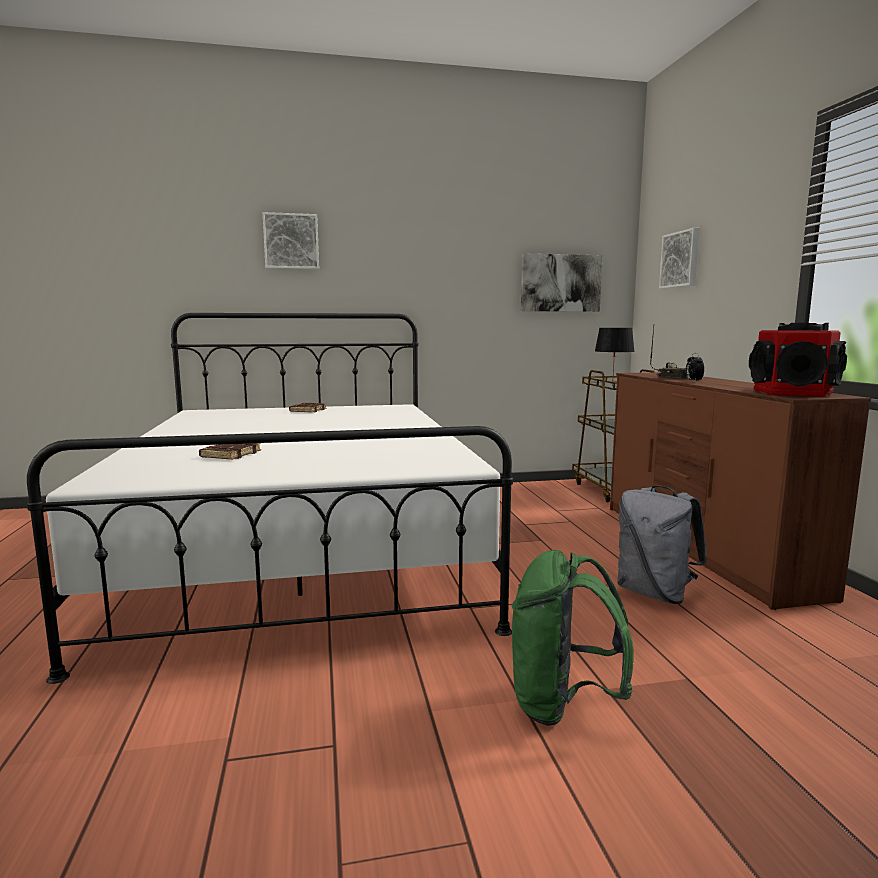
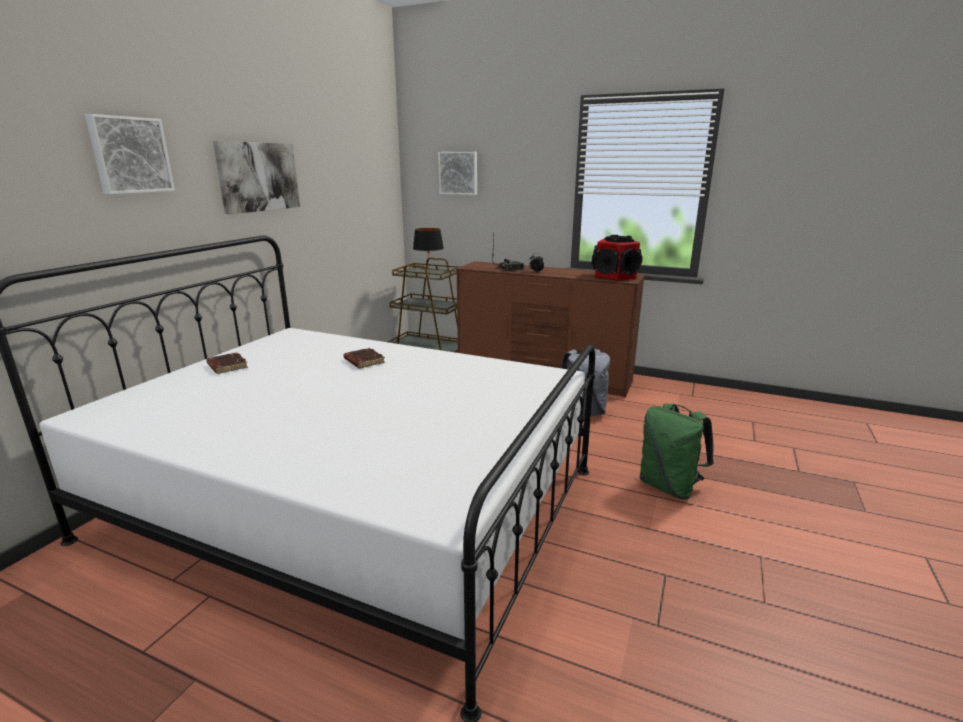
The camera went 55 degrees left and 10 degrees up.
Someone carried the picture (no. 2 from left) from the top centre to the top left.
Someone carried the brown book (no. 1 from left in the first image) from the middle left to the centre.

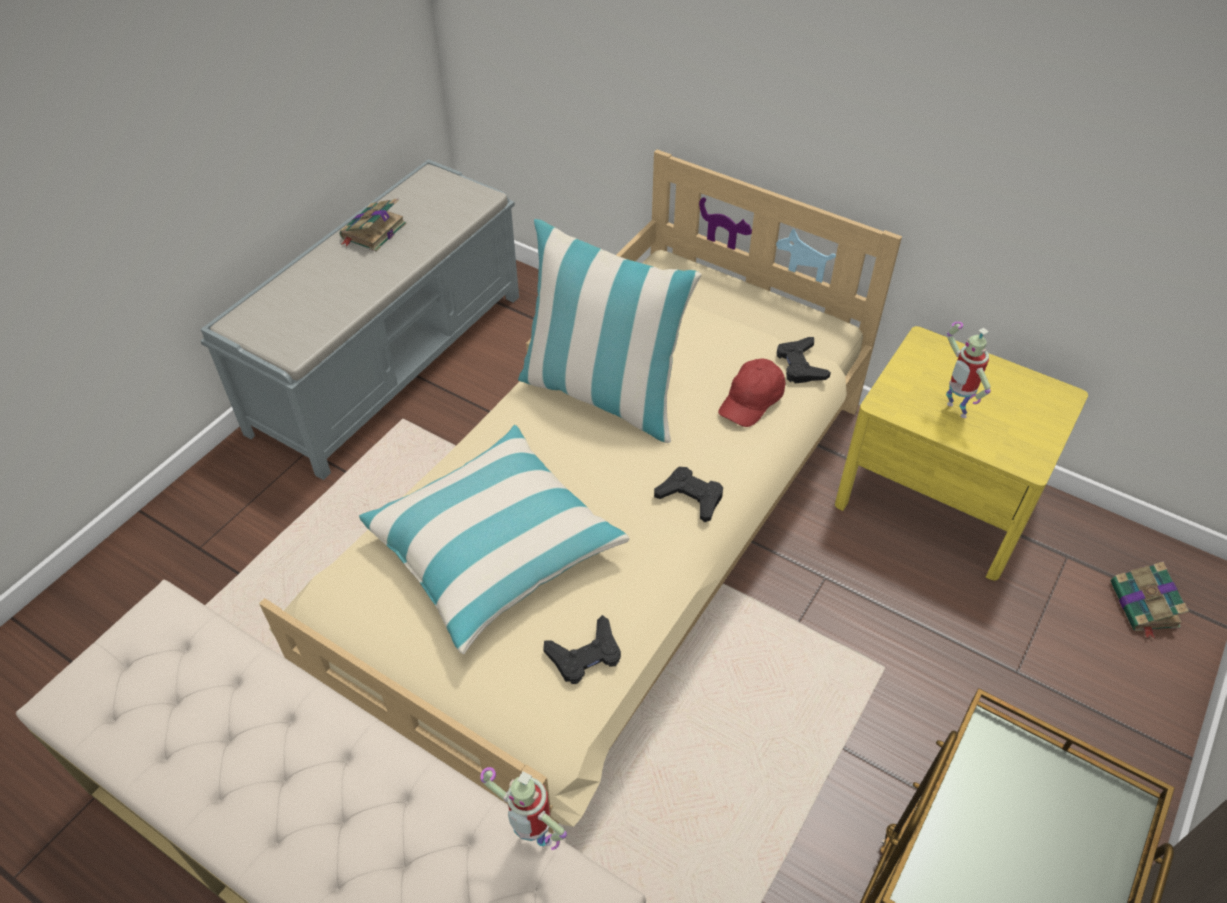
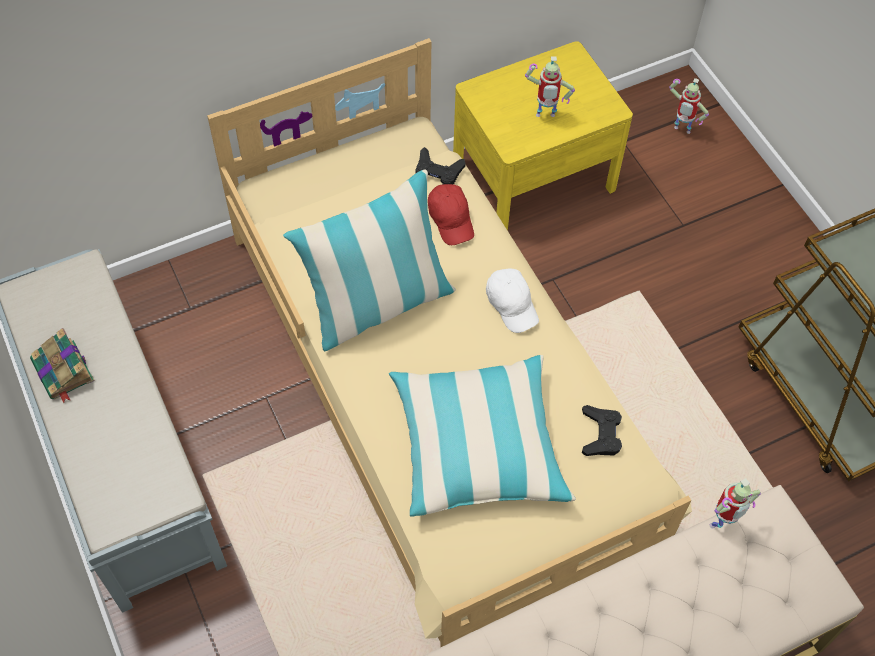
The camera went 60 degrees left and 10 degrees up.
Someone swapped the black game controller (no. 2 from left) at the centre for the white cap at the centre.
Someone swapped the book (no. 2 from left) at the middle right for the toy robot (no. 2 from left) at the top right.

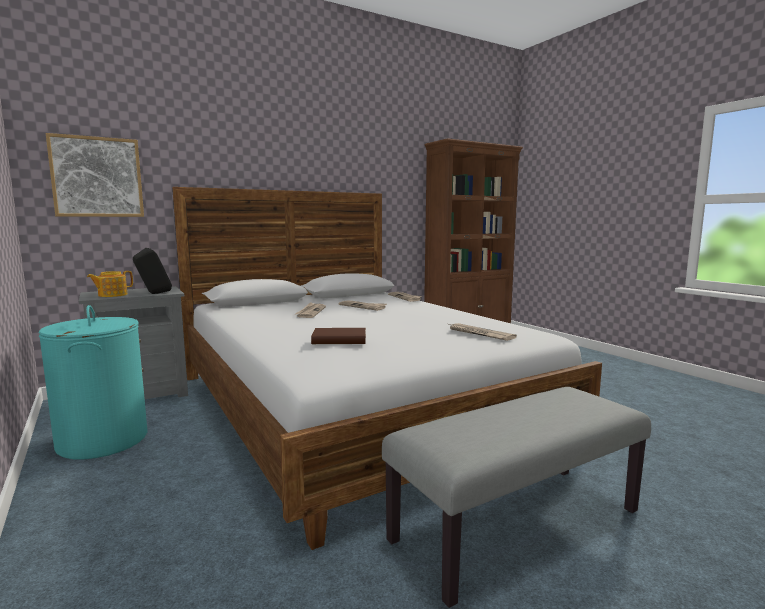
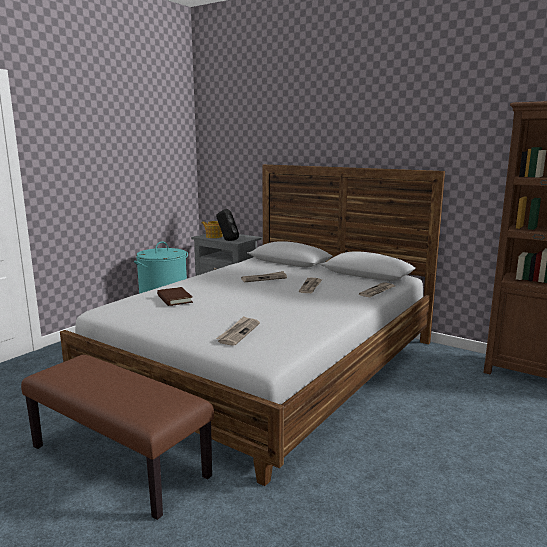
The camera went 65 degrees right and 5 degrees up.
Someone repainted the grey bench at the bottom right, which became the brown bench at the bottom left.
Someone took away the picture at the top left.

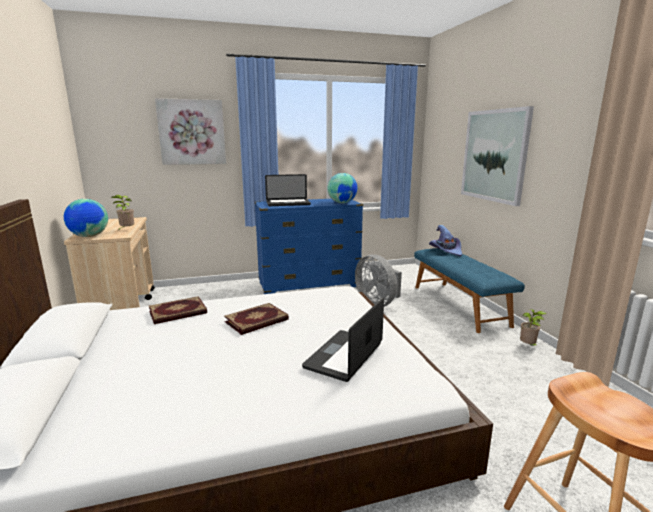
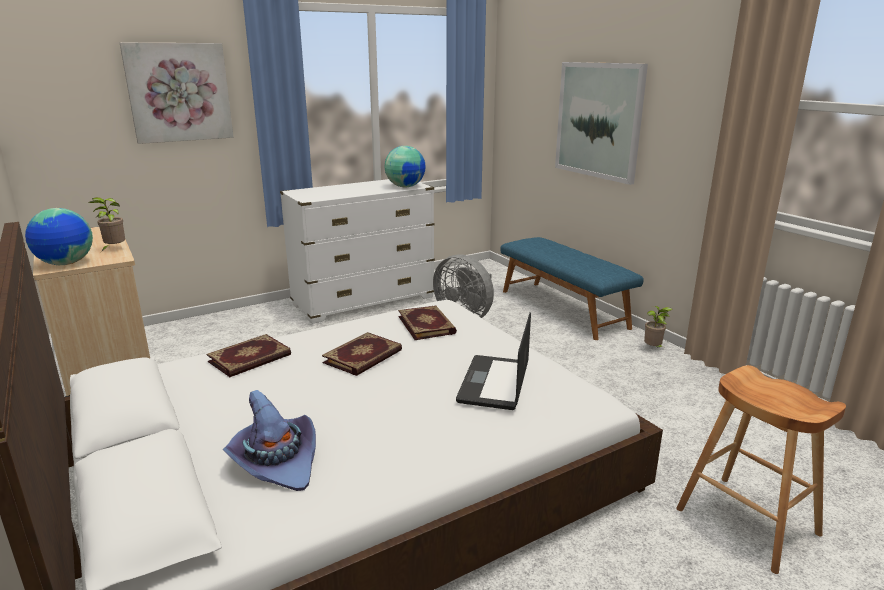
The camera went 15 degrees left and 5 degrees up.
Someone carried the purple hat from the middle right to the bottom left.
Someone repainted the blue dresser at the centre, which became the white dresser at the centre.
Someone put down the book (no. 3 from left) at the centre.
Someone took away the laptop (no. 1 from left) at the centre.

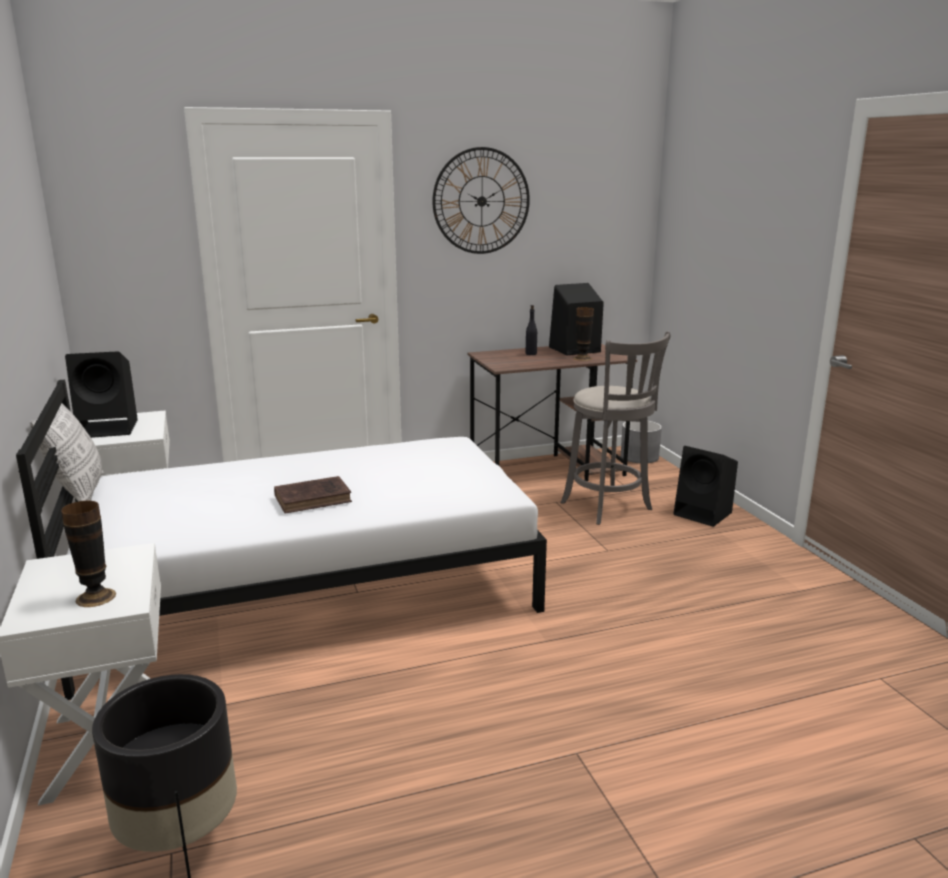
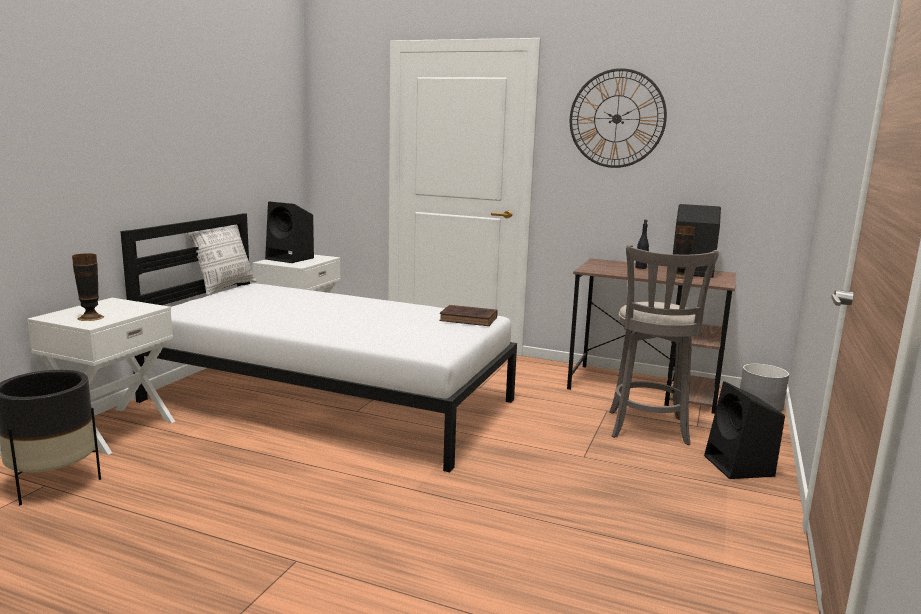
The camera went 40 degrees right and 5 degrees down.
Someone carried the brown book from the middle left to the centre.

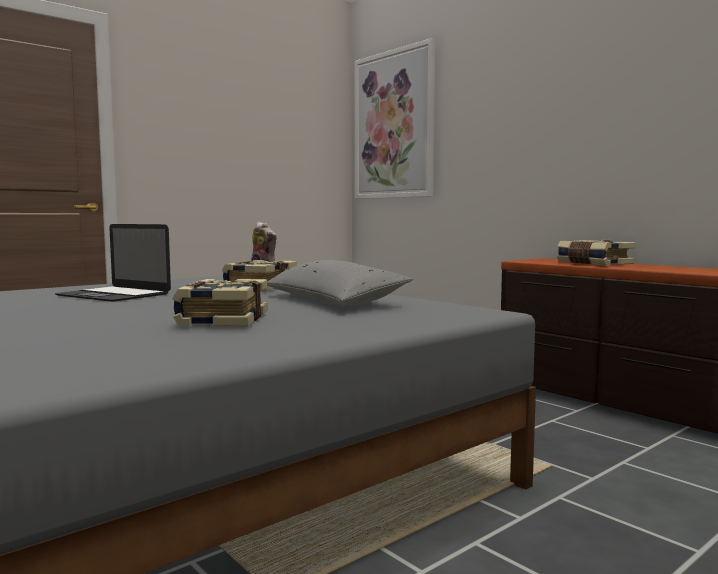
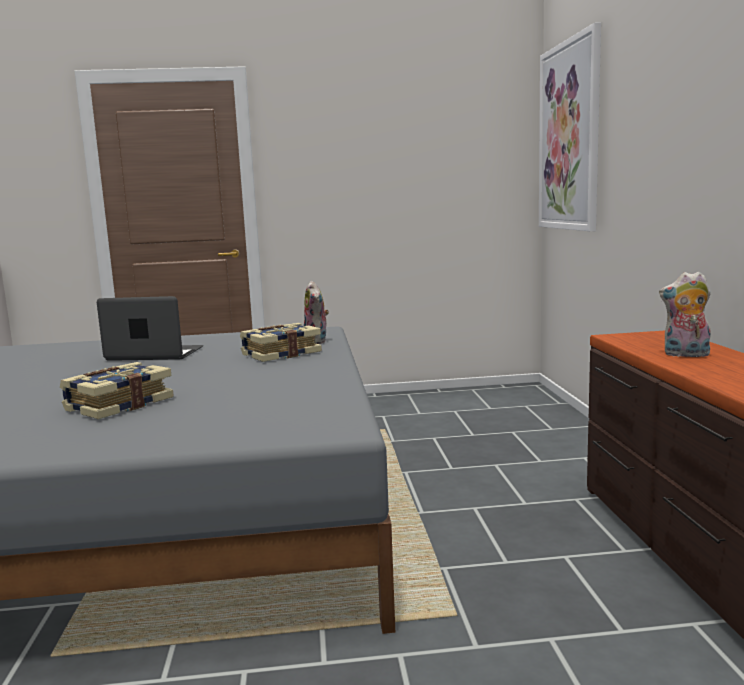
The camera went 35 degrees right and 5 degrees up.
Someone rotated the laptop at the middle left by 120 degrees clockwise.
Someone swapped the book (no. 3 from left) at the middle right for the plush toy (no. 2 from left) at the middle right.
Someone took away the grey pillow at the centre.

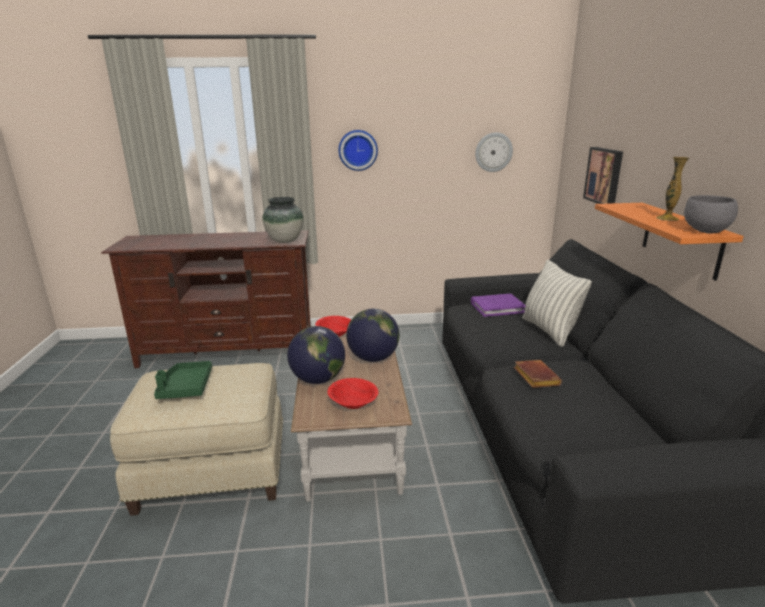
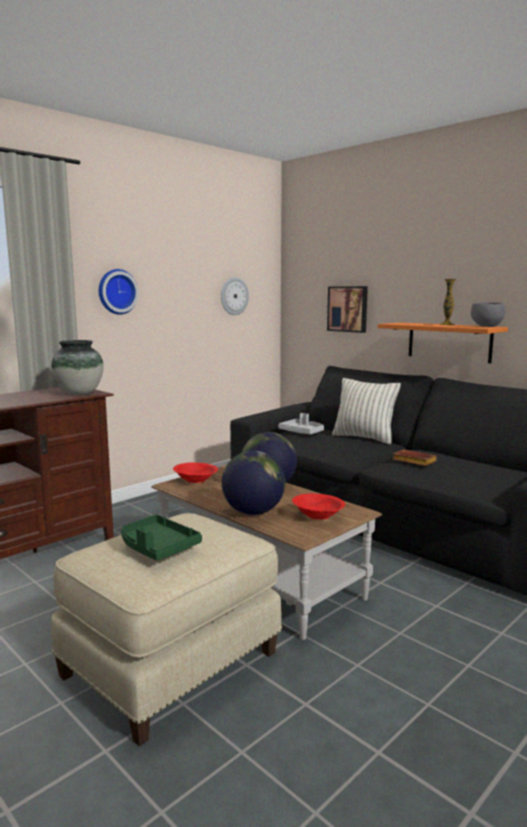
The camera went 40 degrees left and 10 degrees down.
Someone swapped the purple book at the centre for the grey tray at the centre.

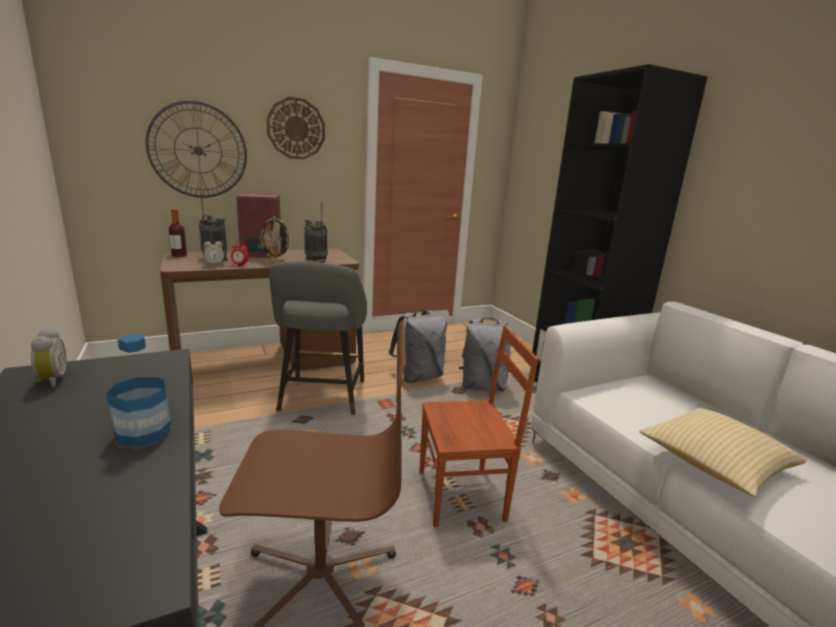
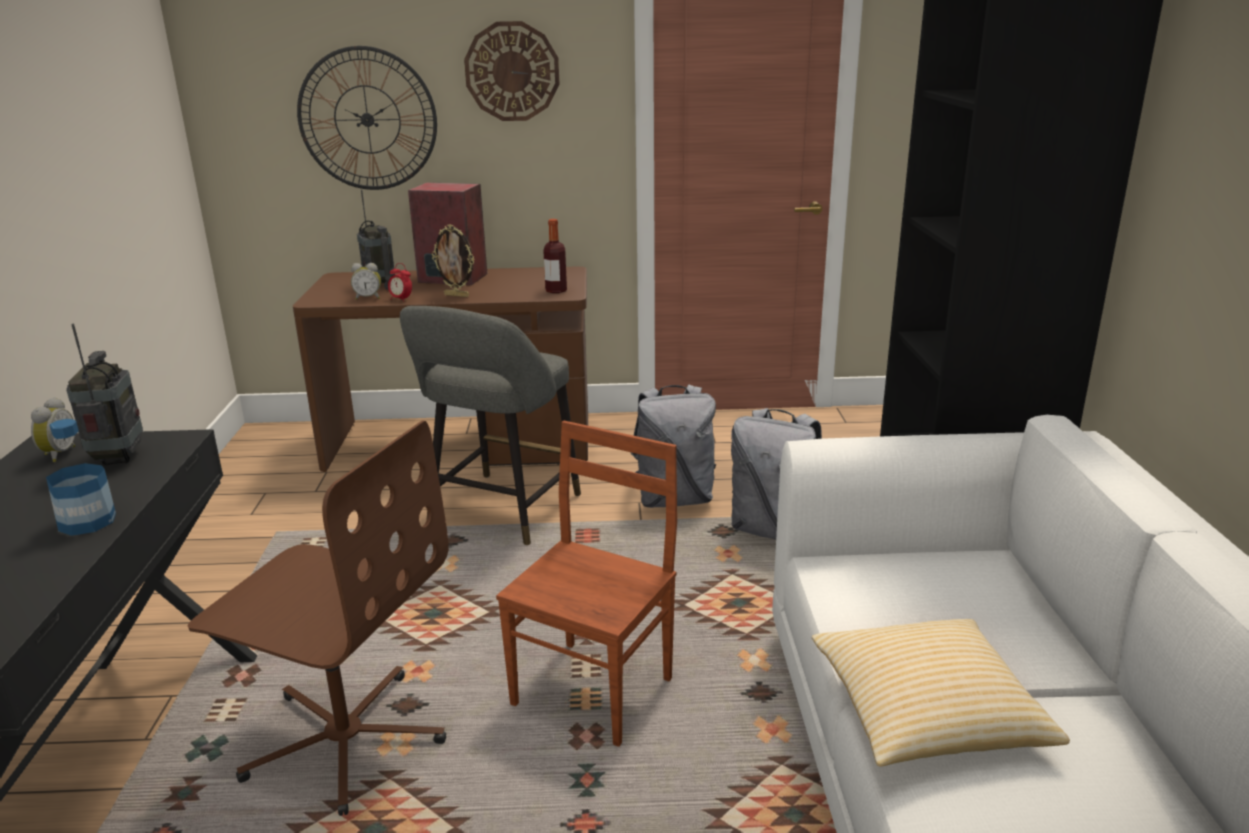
The camera went 25 degrees right and 5 degrees up.
Someone carried the radio (no. 2 from left in the first image) from the centre to the middle left.
Someone rotated the brown chair at the bottom centre by 75 degrees counterclockwise.
Someone carried the bottle (no. 2 from left) from the middle left to the top centre.

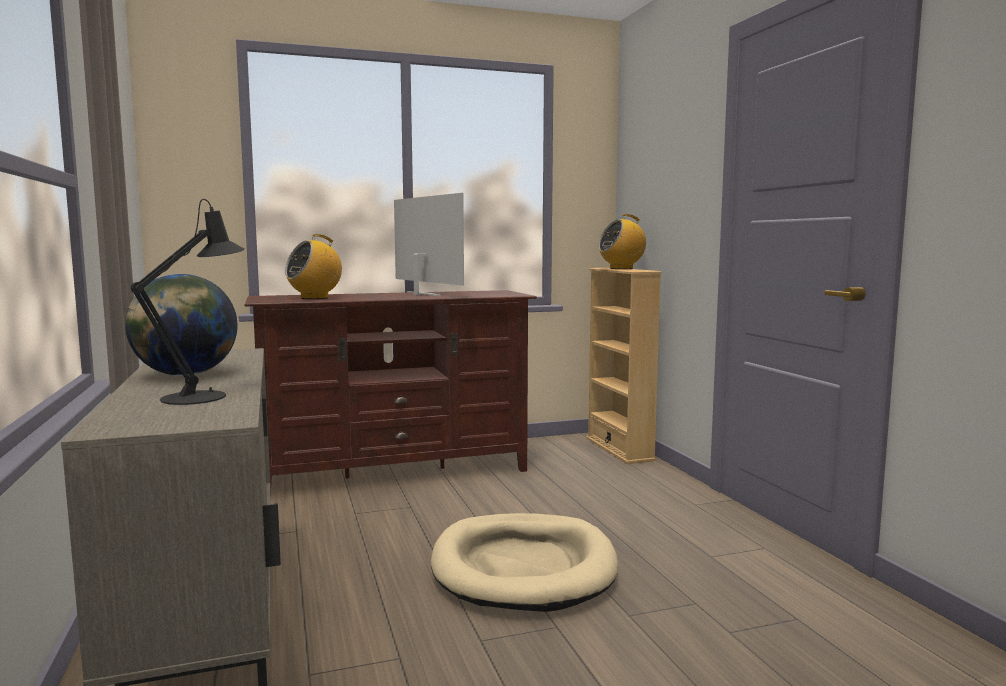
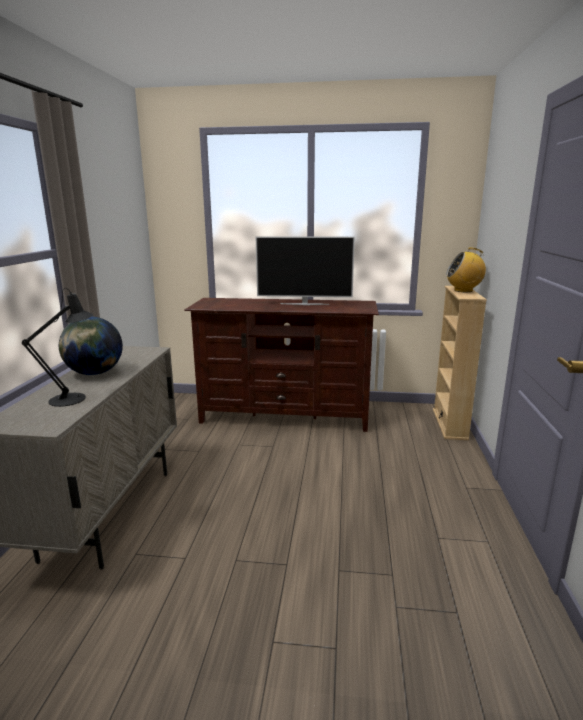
The camera went 25 degrees right and 10 degrees up.
Someone rotated the television at the centre by 105 degrees clockwise.
Someone took away the radio (no. 1 from left) at the middle left.
Someone took away the beige dog bed at the bottom centre.

